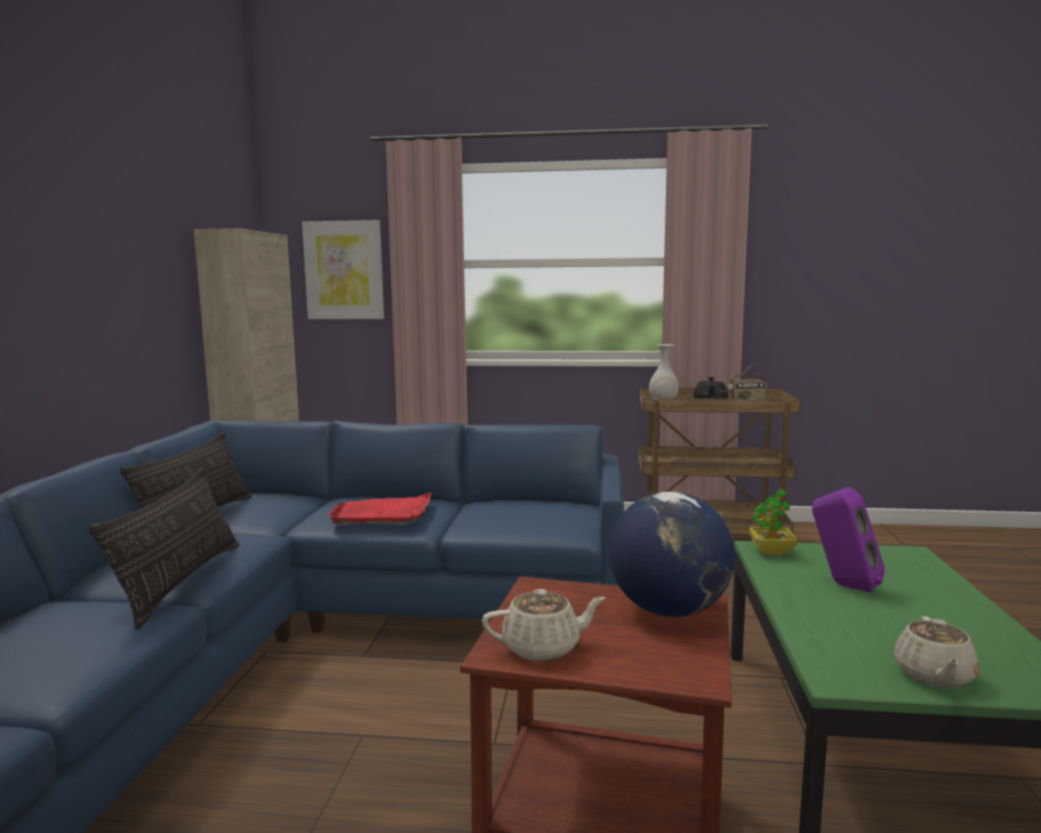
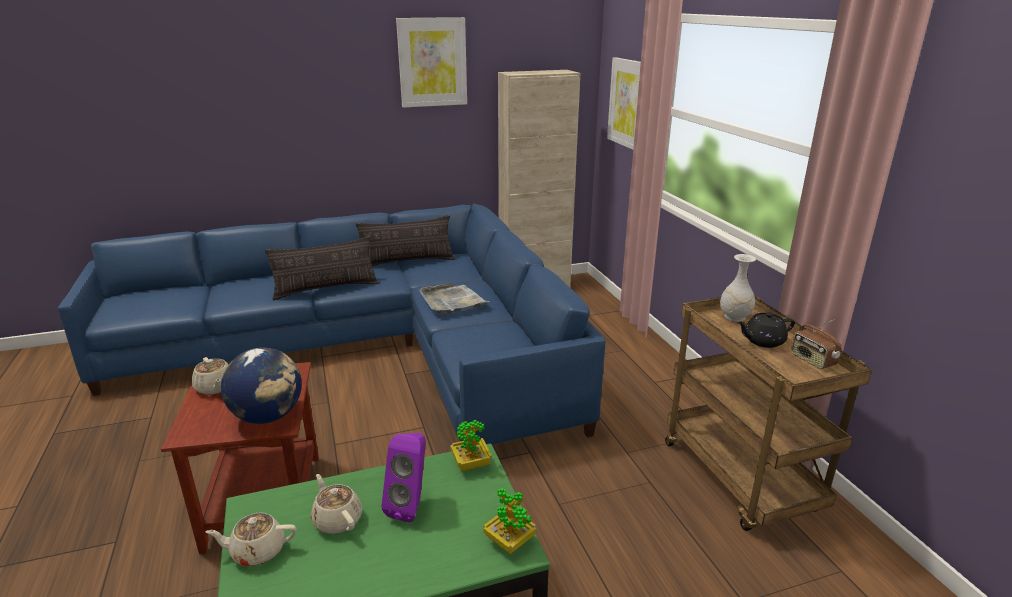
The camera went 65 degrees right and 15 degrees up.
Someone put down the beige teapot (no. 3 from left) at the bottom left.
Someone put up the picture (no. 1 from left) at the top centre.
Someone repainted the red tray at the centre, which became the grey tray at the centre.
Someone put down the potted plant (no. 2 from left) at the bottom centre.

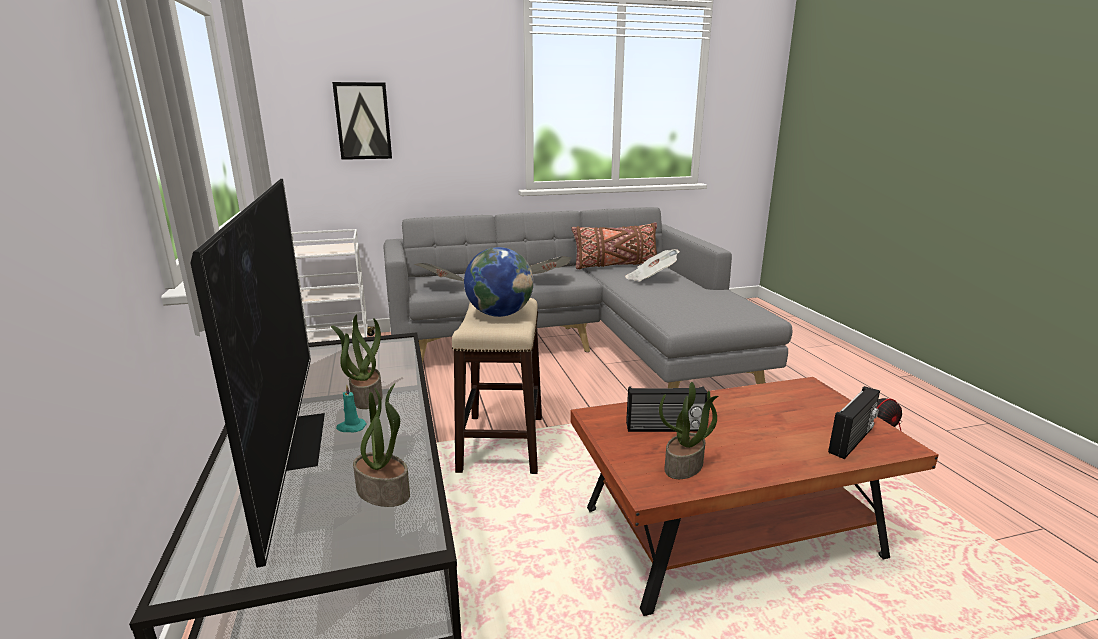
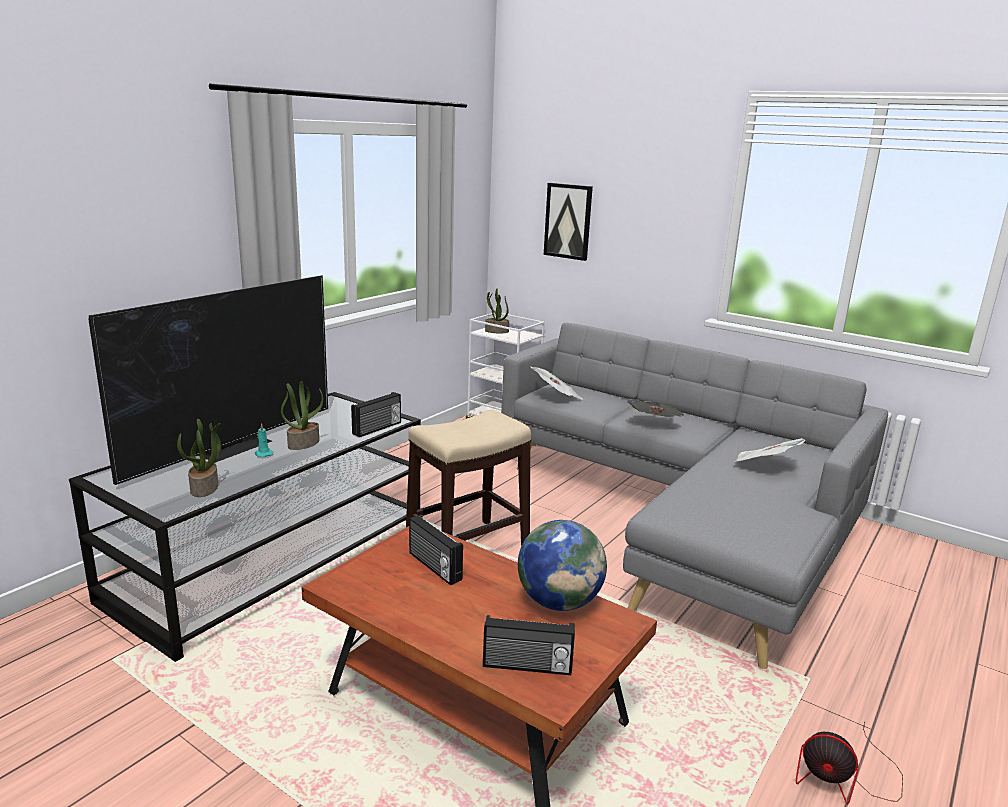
The camera went 50 degrees right and 0 degrees up.
Someone put down the radio (no. 1 from left) at the centre.
Someone carried the potted plant (no. 3 from left) from the bottom centre to the centre.
Someone carried the globe from the centre to the bottom centre.
Someone took away the brown pillow at the centre.

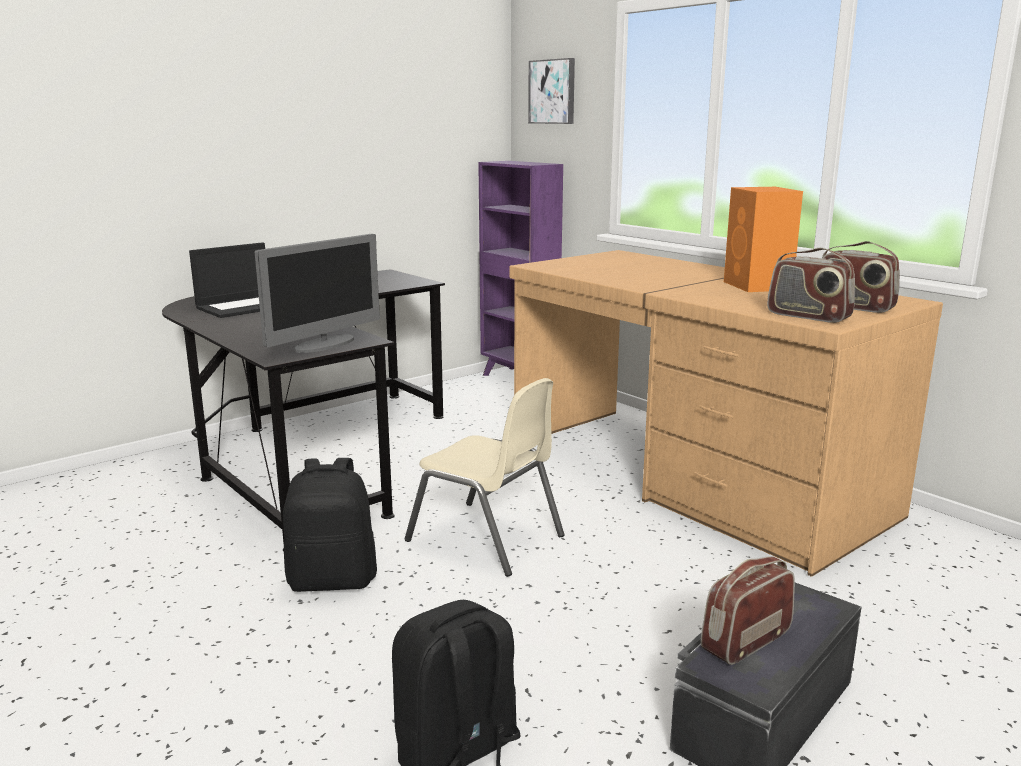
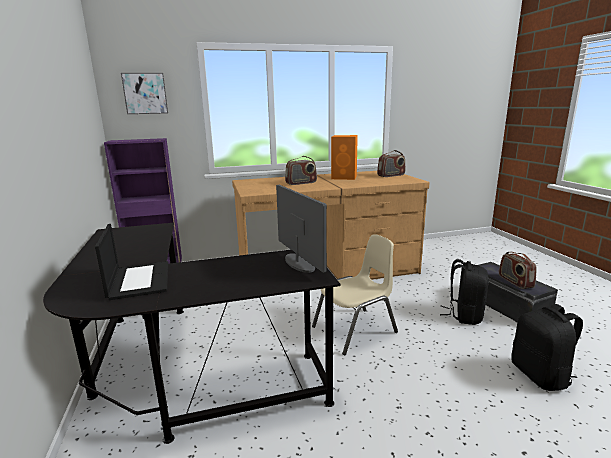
The camera went 65 degrees left and 0 degrees up.
Someone carried the radio (no. 2 from left in the first image) from the middle right to the centre.
Someone carried the black backpack (no. 1 from left) from the bottom left to the middle right.

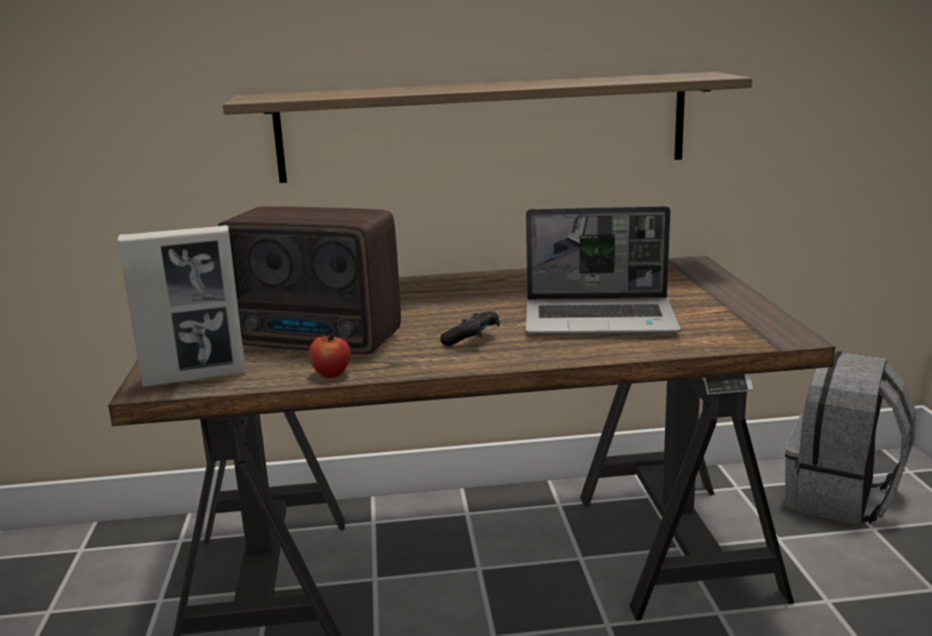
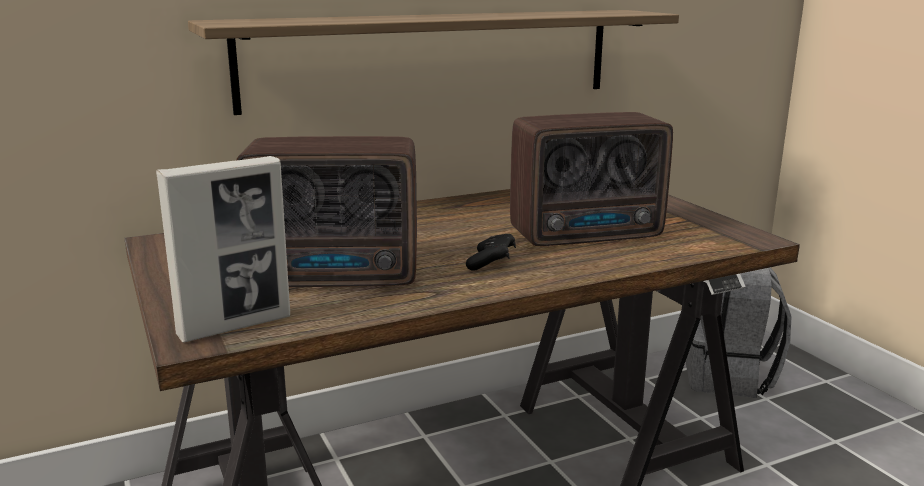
The camera went 20 degrees left and 0 degrees up.
Someone swapped the laptop at the centre for the radio (no. 2 from left) at the centre.
Someone took away the apple at the centre.

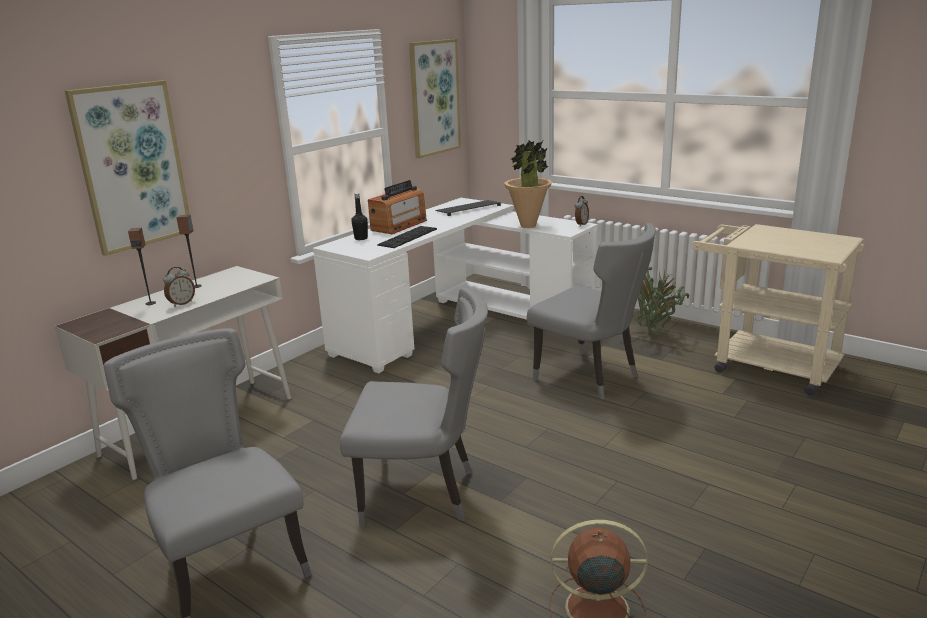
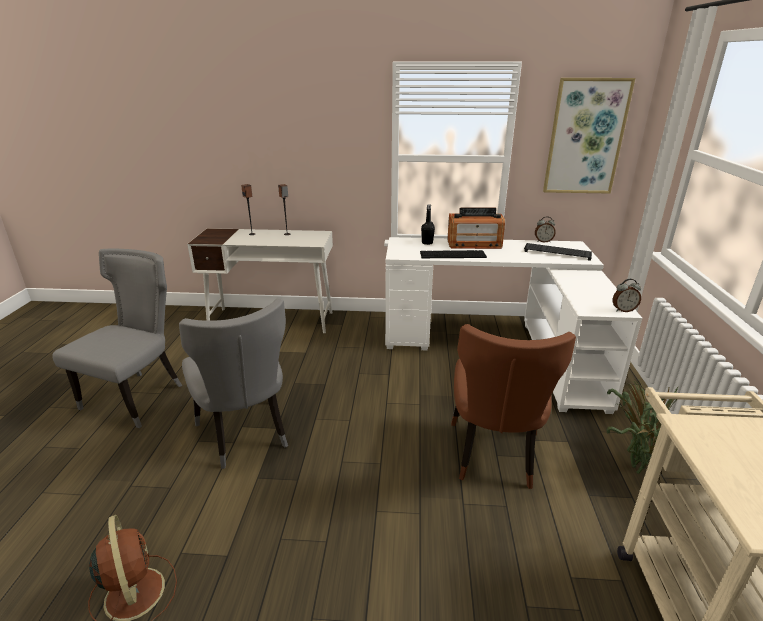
The camera went 55 degrees right and 5 degrees up.
Someone repainted the grey chair (no. 3 from left) at the centre, which became the brown chair at the middle right.
Someone carried the alarm clock (no. 1 from left) from the middle left to the middle right.
Someone took away the picture (no. 1 from left) at the top left.
Someone took away the potted plant (no. 1 from left) at the top centre.

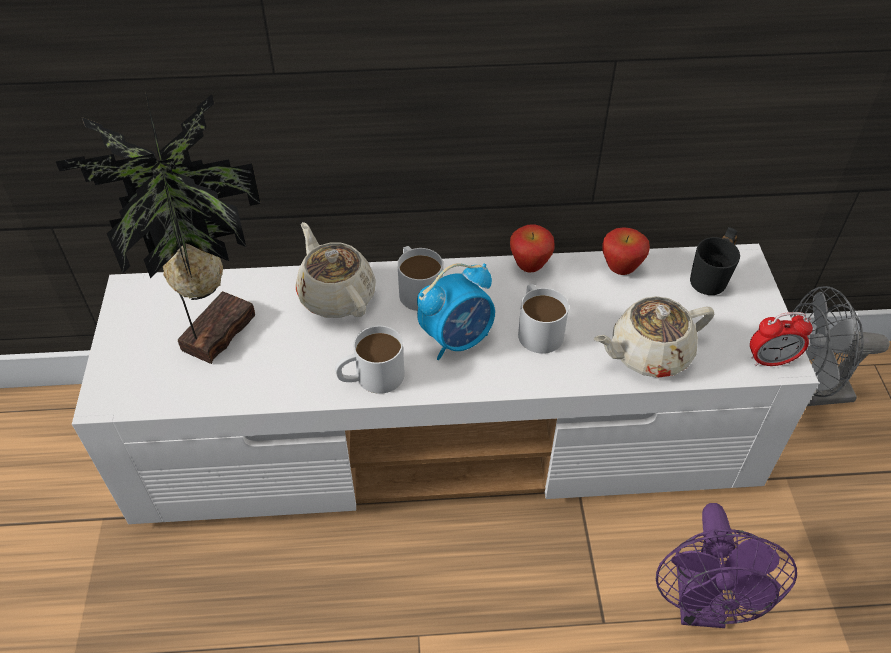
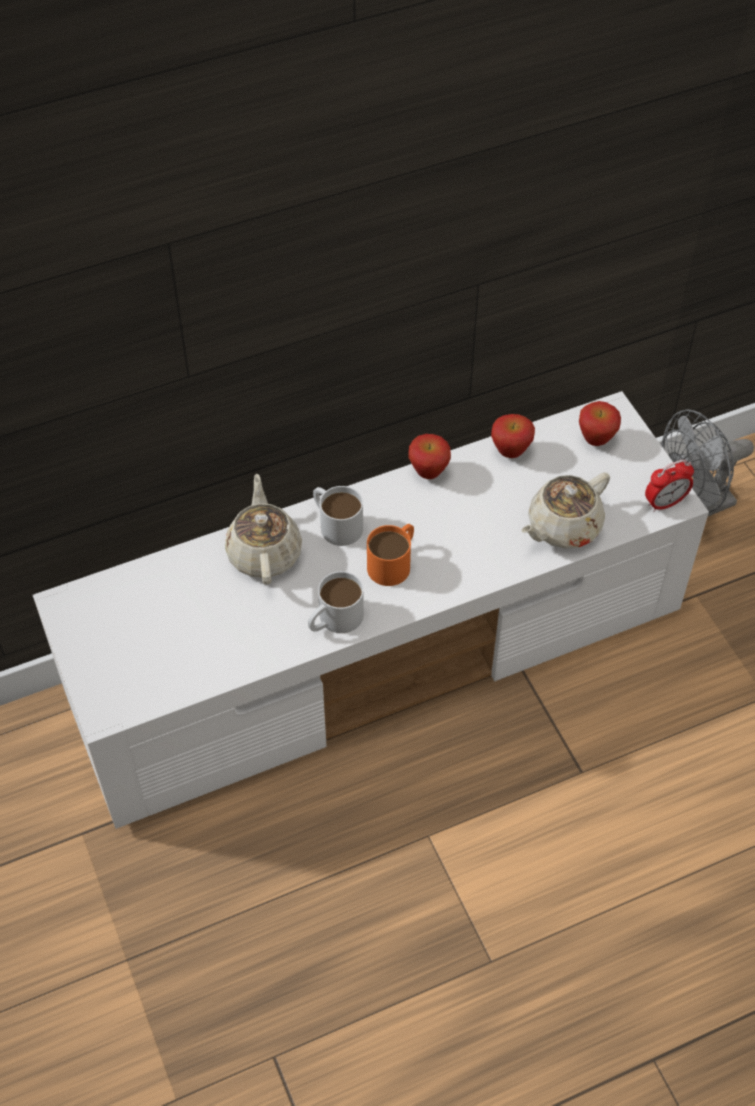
The camera went 20 degrees left and 5 degrees up.
Someone rotated the beige teapot (no. 1 from left) at the centre by 45 degrees clockwise.
Someone swapped the alarm clock (no. 1 from left) at the centre for the orange mug at the centre.
Someone swapped the black mug at the middle right for the apple (no. 3 from left) at the middle right.
Someone took away the potted plant at the middle left.
Someone took away the white mug (no. 3 from left) at the centre.
Someone took away the purple fan at the bottom right.

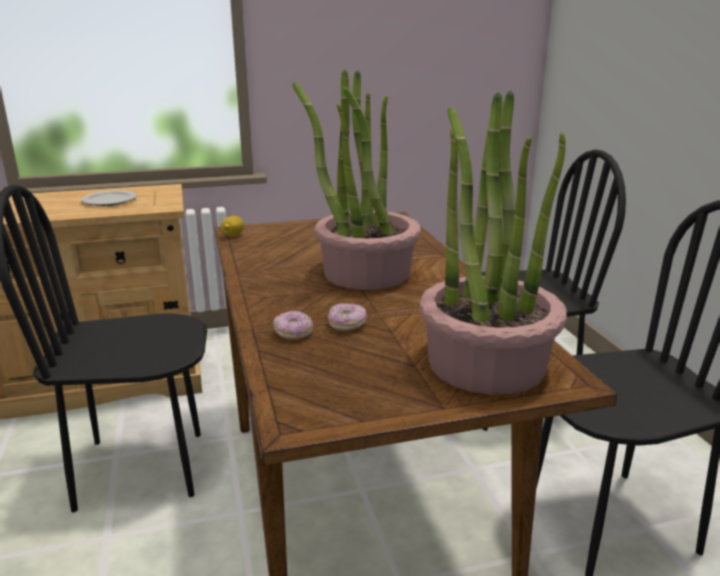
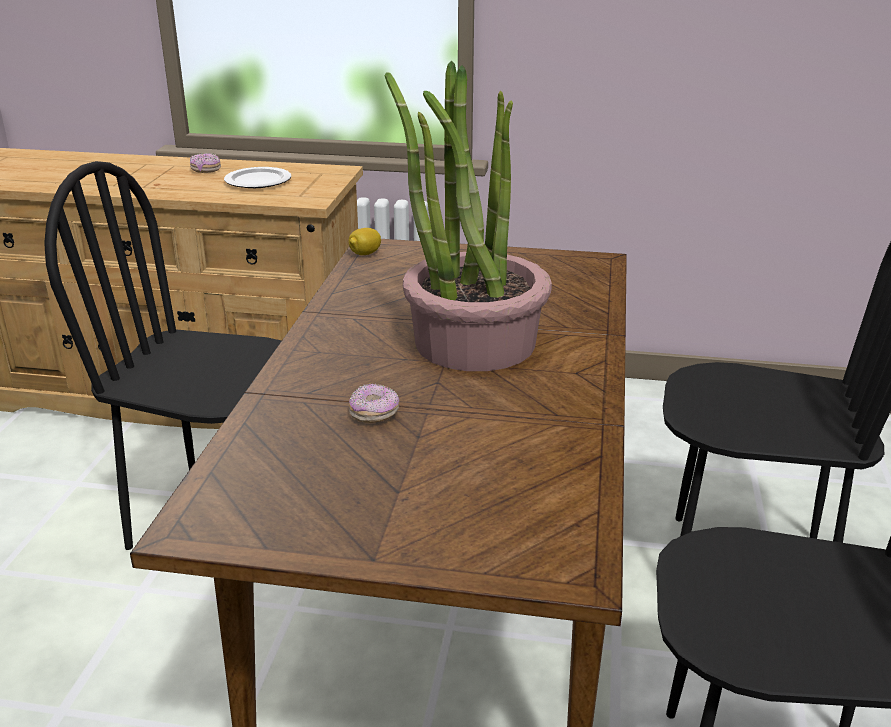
The camera went 25 degrees right and 5 degrees up.
Someone carried the donut (no. 1 from left) from the centre to the top left.
Someone took away the potted plant (no. 2 from left) at the middle right.

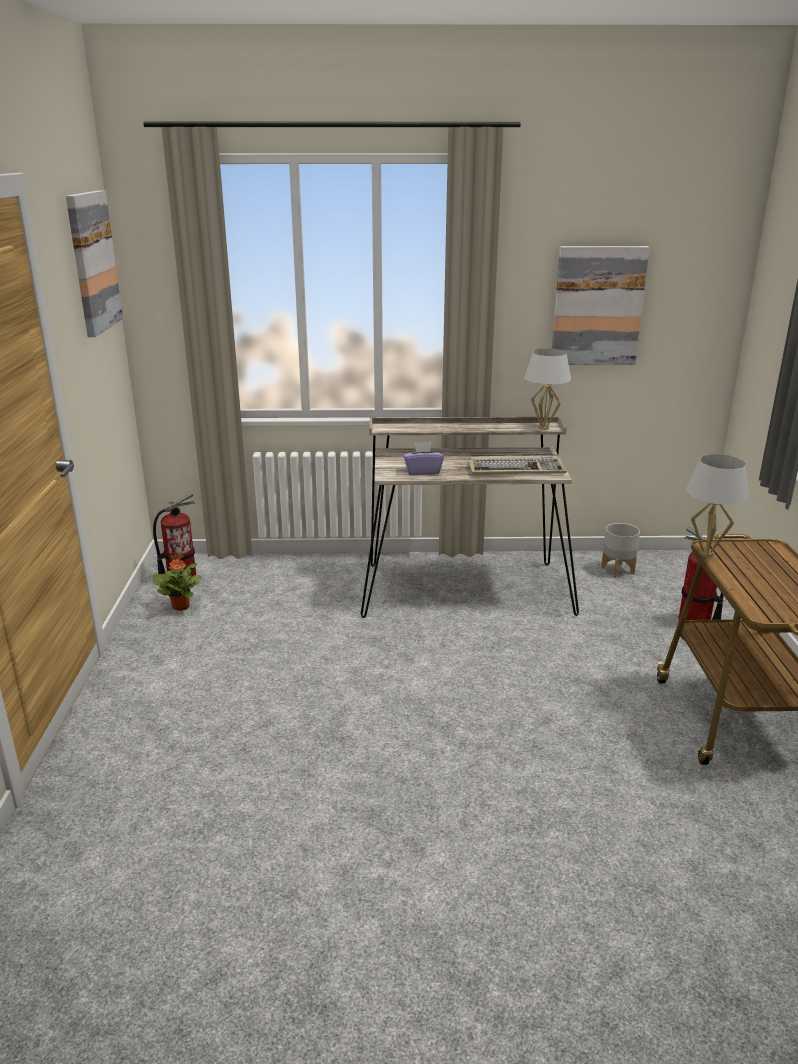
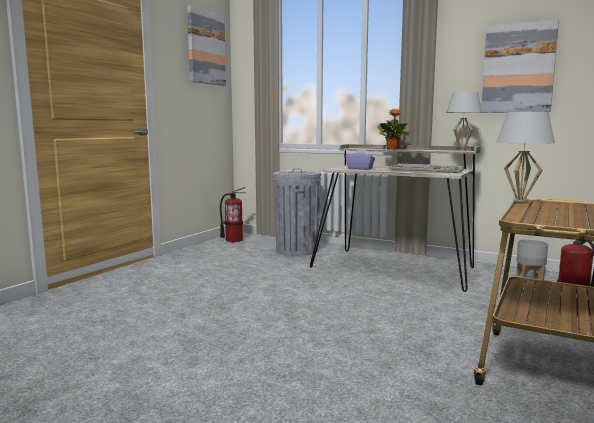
The camera went 30 degrees right and 15 degrees down.
Someone put down the grey trash can at the centre.
Someone carried the potted plant from the middle left to the top centre.

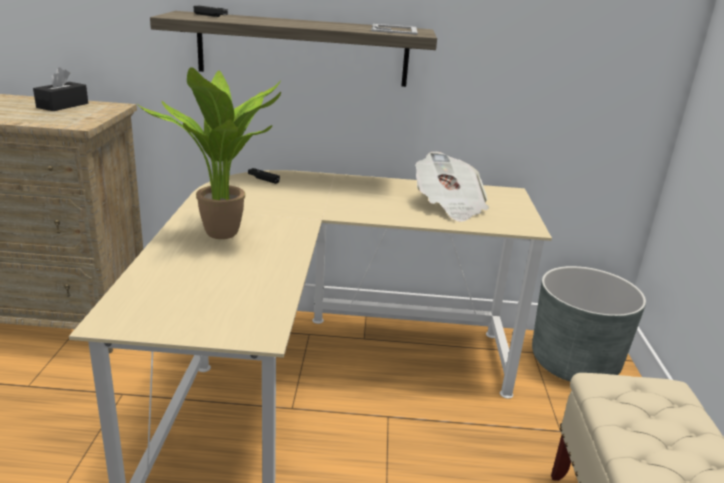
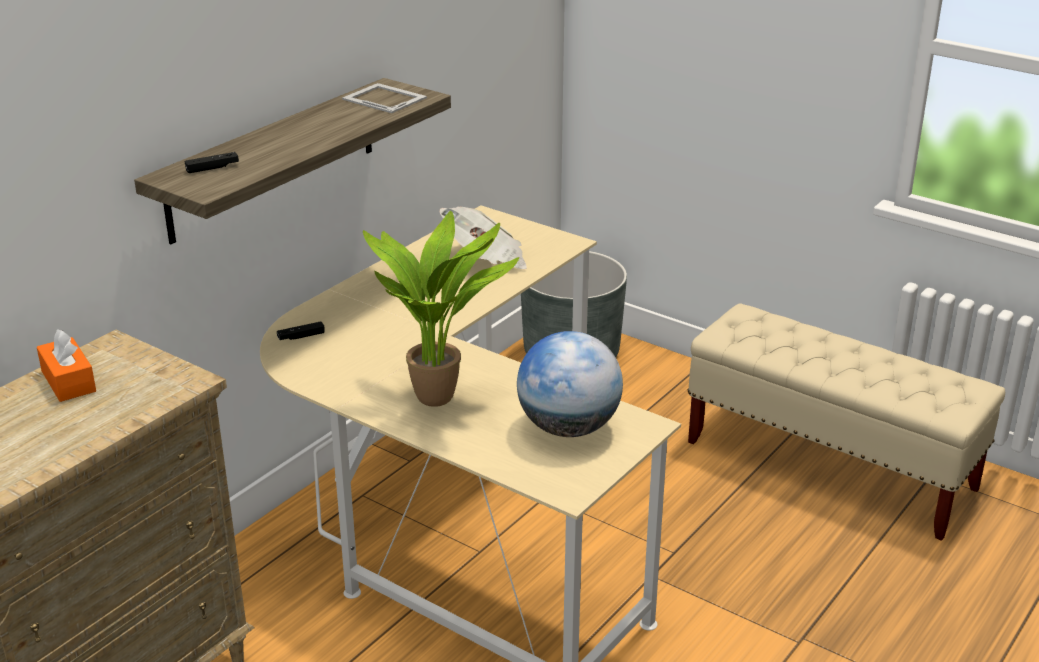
The camera went 55 degrees left and 5 degrees up.
Someone repainted the black tissue box at the top left, which became the orange tissue box at the middle left.
Someone put down the globe at the centre.

